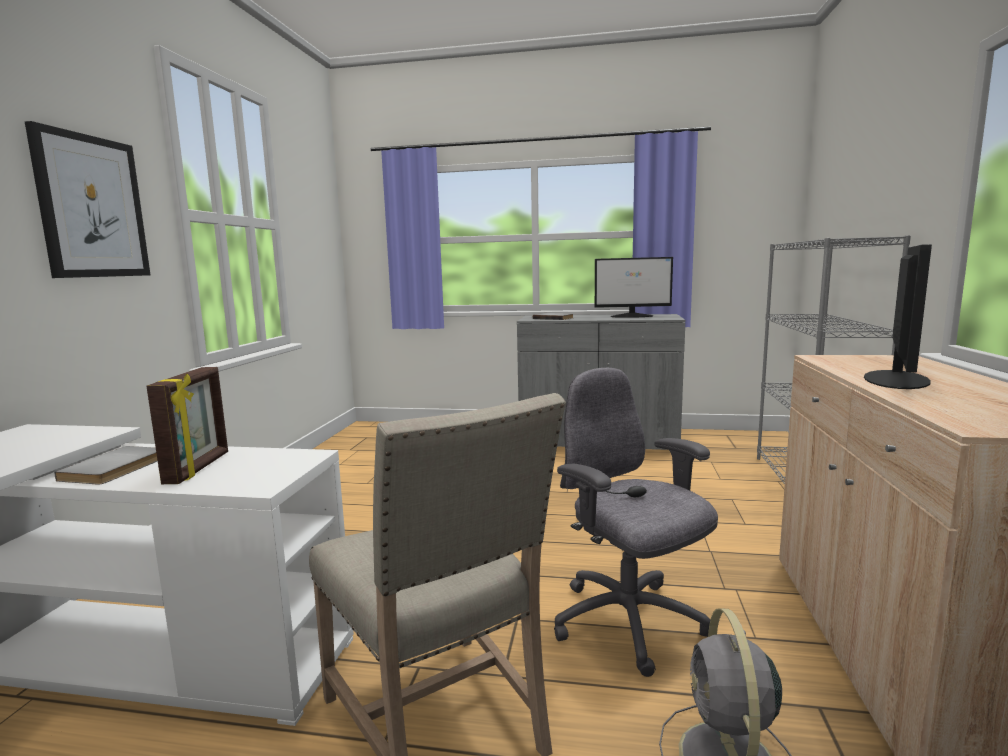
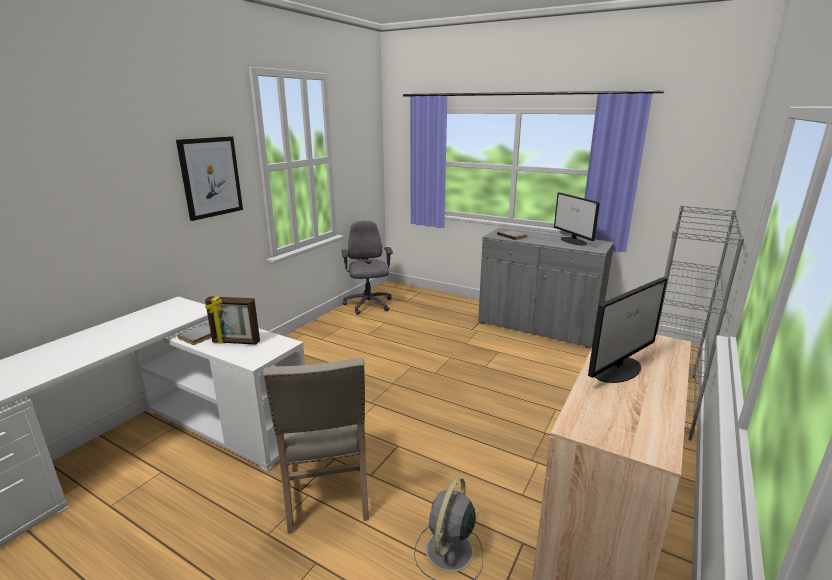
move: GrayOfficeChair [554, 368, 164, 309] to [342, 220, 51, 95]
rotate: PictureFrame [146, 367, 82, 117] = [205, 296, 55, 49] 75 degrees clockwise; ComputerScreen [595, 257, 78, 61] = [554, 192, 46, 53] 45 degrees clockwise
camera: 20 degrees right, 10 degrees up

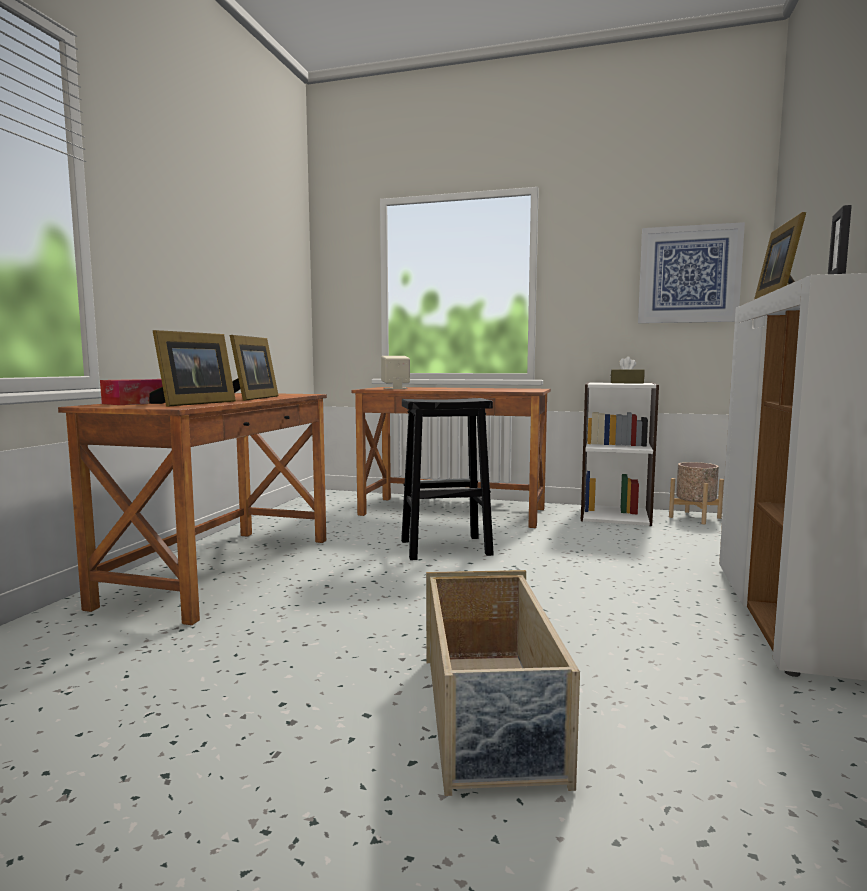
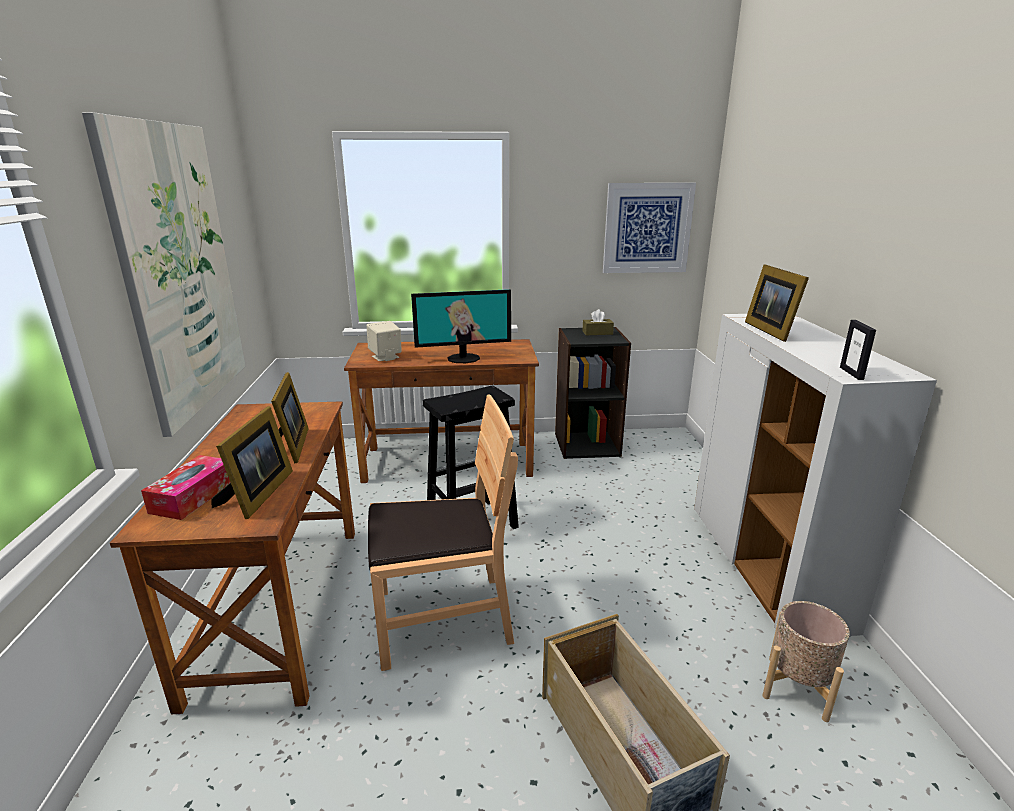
insert: WallArt [82, 112, 163, 325]; BrownishChair [368, 394, 150, 277]; ComputerScreen [411, 289, 100, 74]
move: SandColouredFlowerPot [669, 462, 55, 62] to [762, 601, 88, 121]
recolor: WhiteBookcase [581, 382, 78, 144] to BlackBookcase [555, 327, 76, 132]
camera: 20 degrees left, 15 degrees up

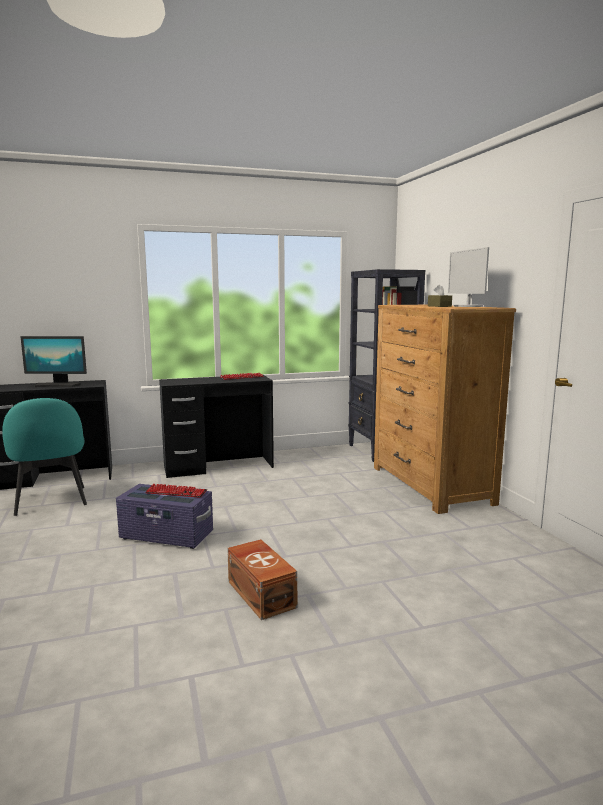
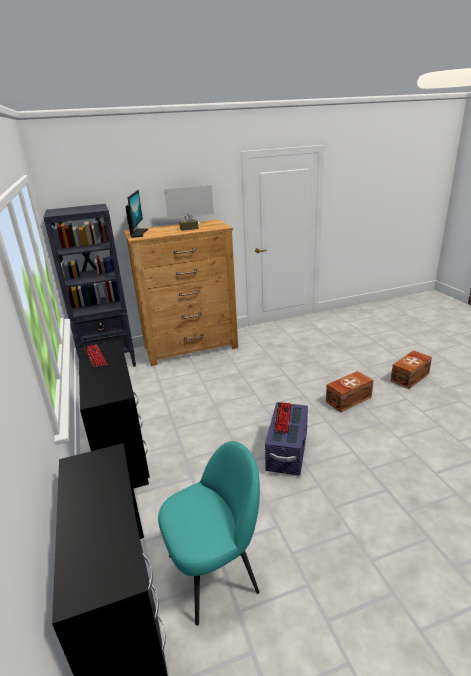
insert: BrownishStorageBox [390, 350, 42, 39]
move: ComputerScreen [20, 336, 67, 51] to [125, 190, 23, 48]
camera: 90 degrees left, 15 degrees up

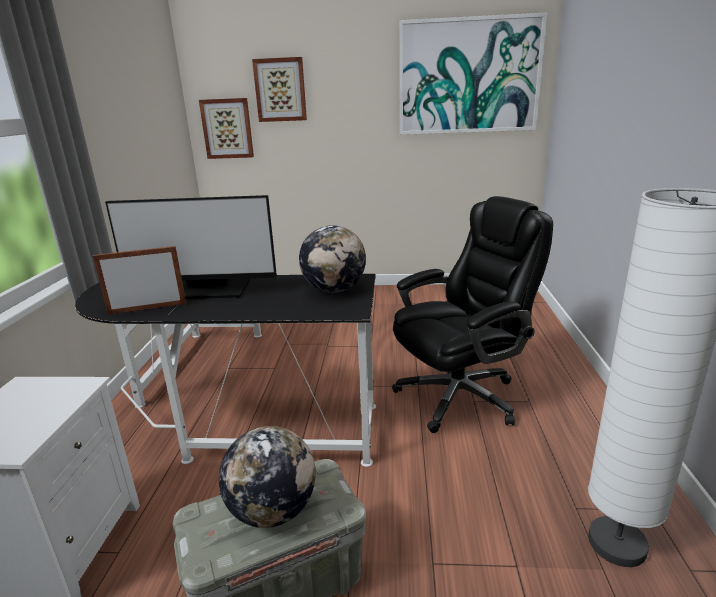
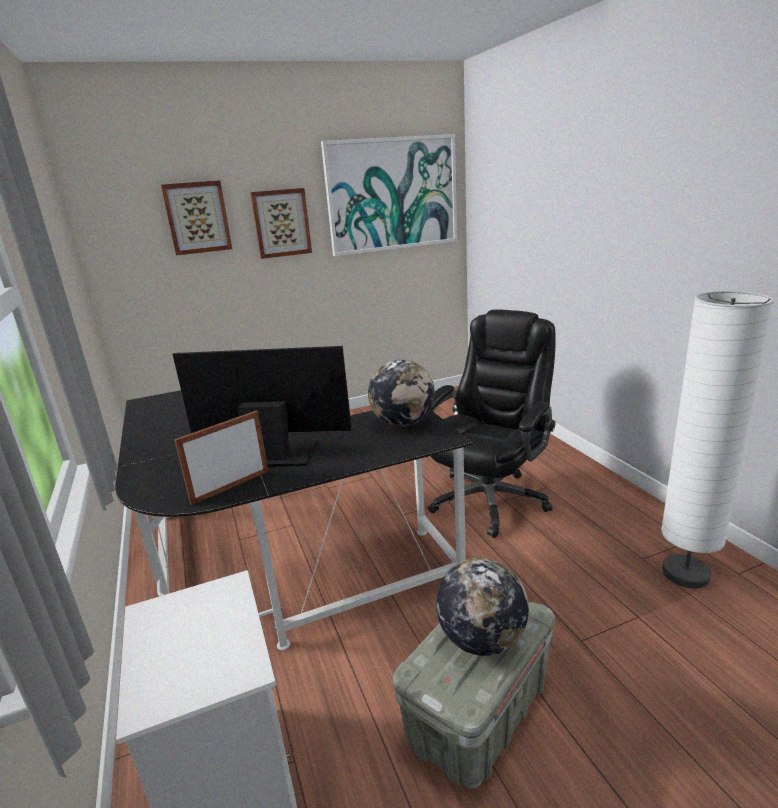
move: WallArt [199, 98, 55, 61] to [250, 188, 62, 71]
rotate: ComputerScreen [105, 195, 172, 104] = [173, 346, 179, 121] 150 degrees counterclockwise
camera: 25 degrees left, 0 degrees up

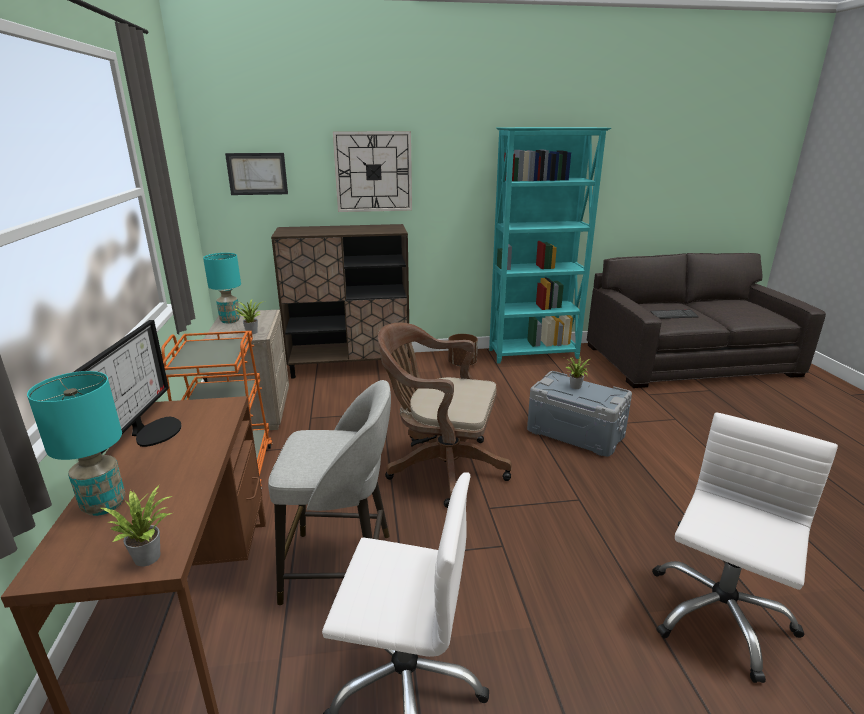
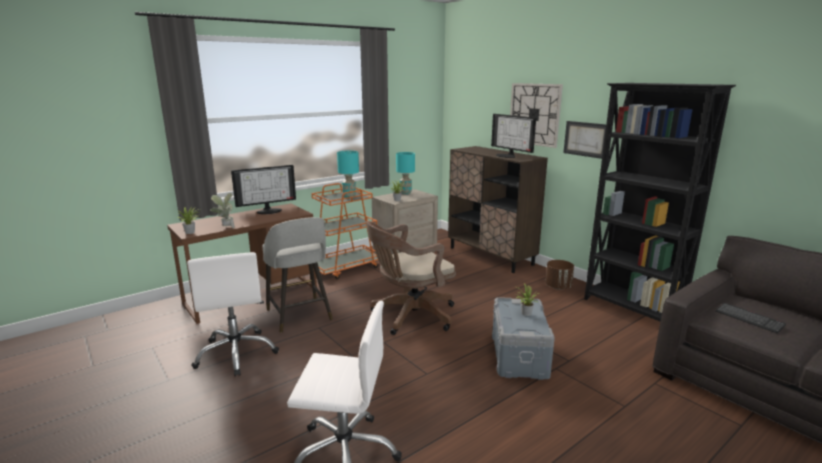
insert: Houseplant [210, 193, 25, 35]; ComputerScreen [491, 114, 45, 44]
move: TurquoiseLampForATable [27, 371, 98, 145] to [337, 151, 22, 47]; WallArt [225, 153, 63, 42] to [563, 121, 43, 38]
recolor: TurquoiseBookcase [489, 127, 122, 237] to BlackBookcase [584, 83, 152, 238]
rotate: BrownishOfficeChair [378, 323, 134, 185] = [366, 221, 90, 114] 105 degrees counterclockwise
camera: 60 degrees right, 5 degrees down

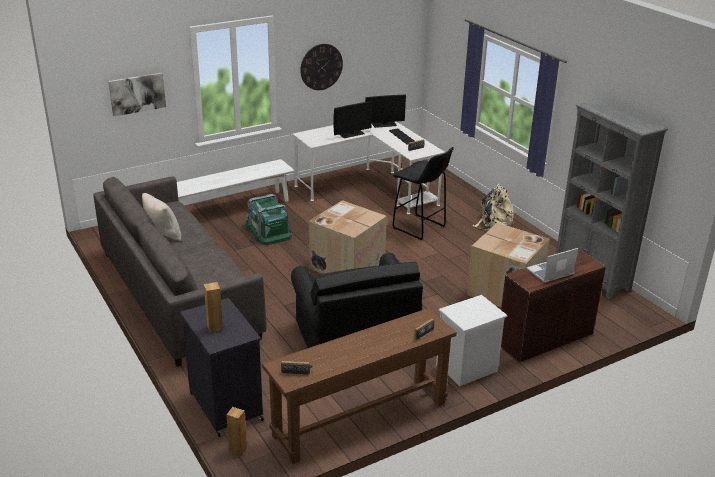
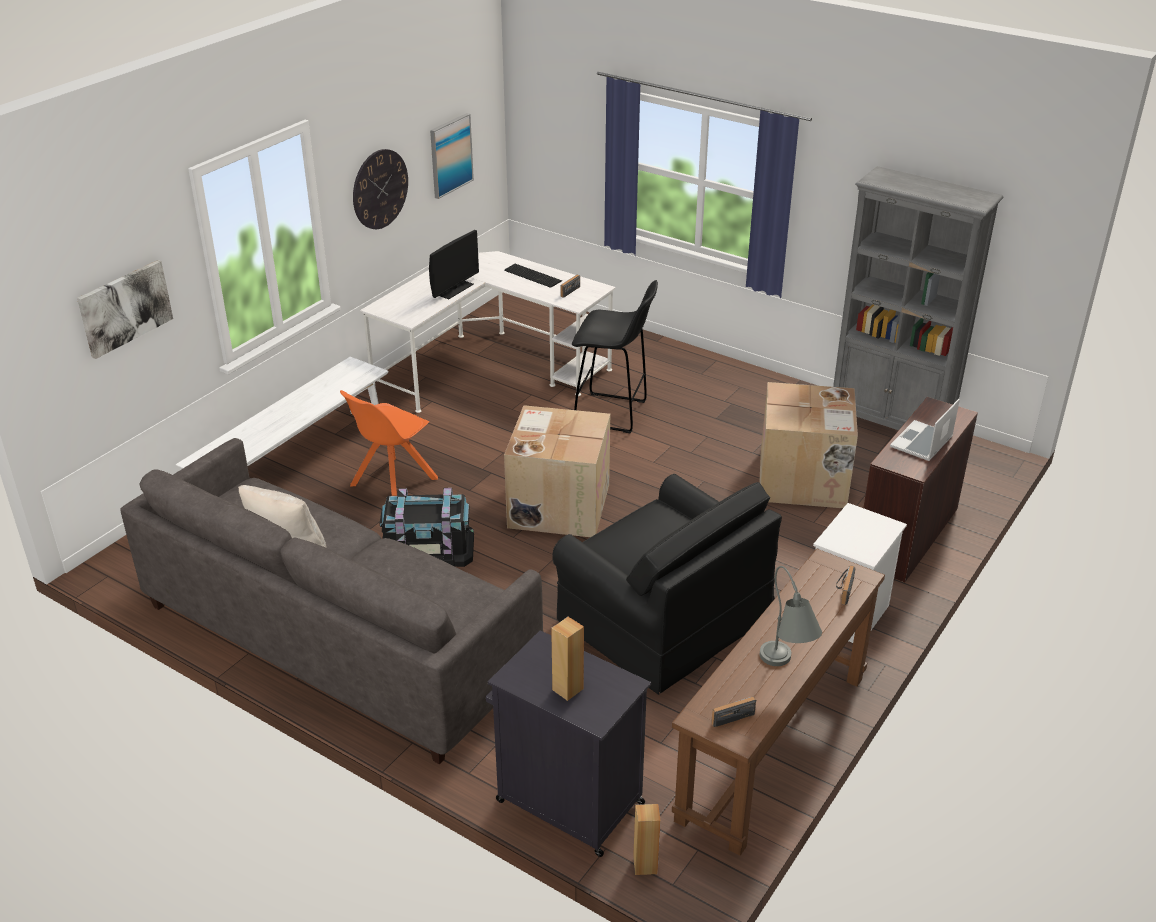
delete: ComputerScreen [365, 95, 41, 33]; SandColouredRucksack [472, 184, 42, 47]
insert: BlackStorageBox [380, 488, 94, 79]; WallArt [430, 113, 44, 86]; GrayLampForATable [760, 566, 62, 100]
replace: GreenStorageBox [245, 194, 47, 51] to OrangeColouredChair [340, 390, 98, 106]
camera: 25 degrees left, 5 degrees up

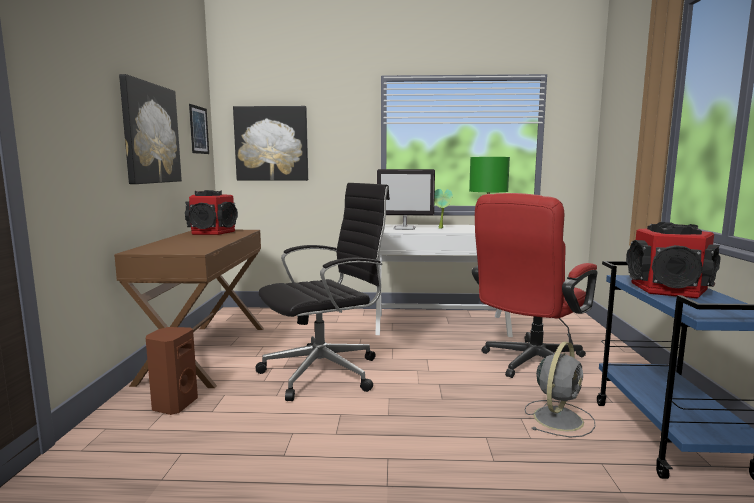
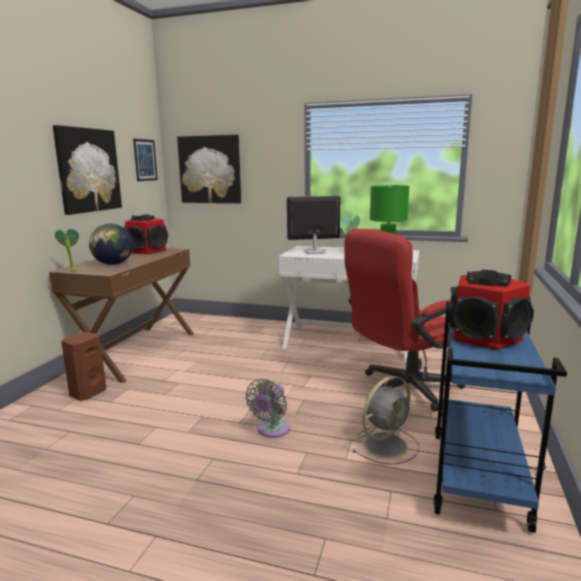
delete: BlackOfficeChair [256, 183, 134, 218]
insert: Houseplant [55, 229, 24, 43]; DeskGlobe [89, 224, 44, 41]; GrayElectricFan [245, 379, 45, 59]
rotate: ComputerScreen [377, 169, 58, 61] = [287, 196, 53, 58] 150 degrees clockwise
camera: 15 degrees right, 5 degrees up

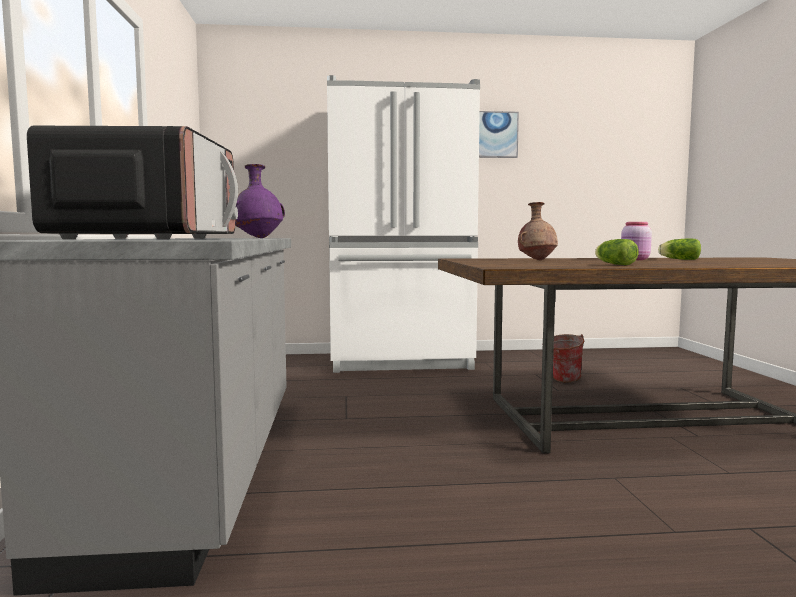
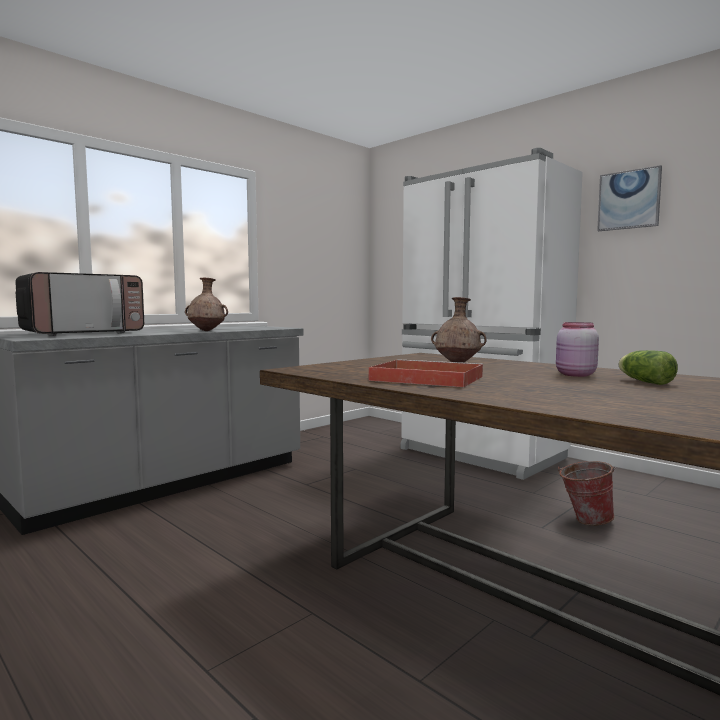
replace: Lettuce [595, 239, 44, 26] to RedColouredTray [369, 359, 114, 28]
recolor: PurpleFlowerVase [235, 164, 50, 74] to BrownishFlowerVase [185, 277, 43, 54]
camera: 50 degrees right, 0 degrees up

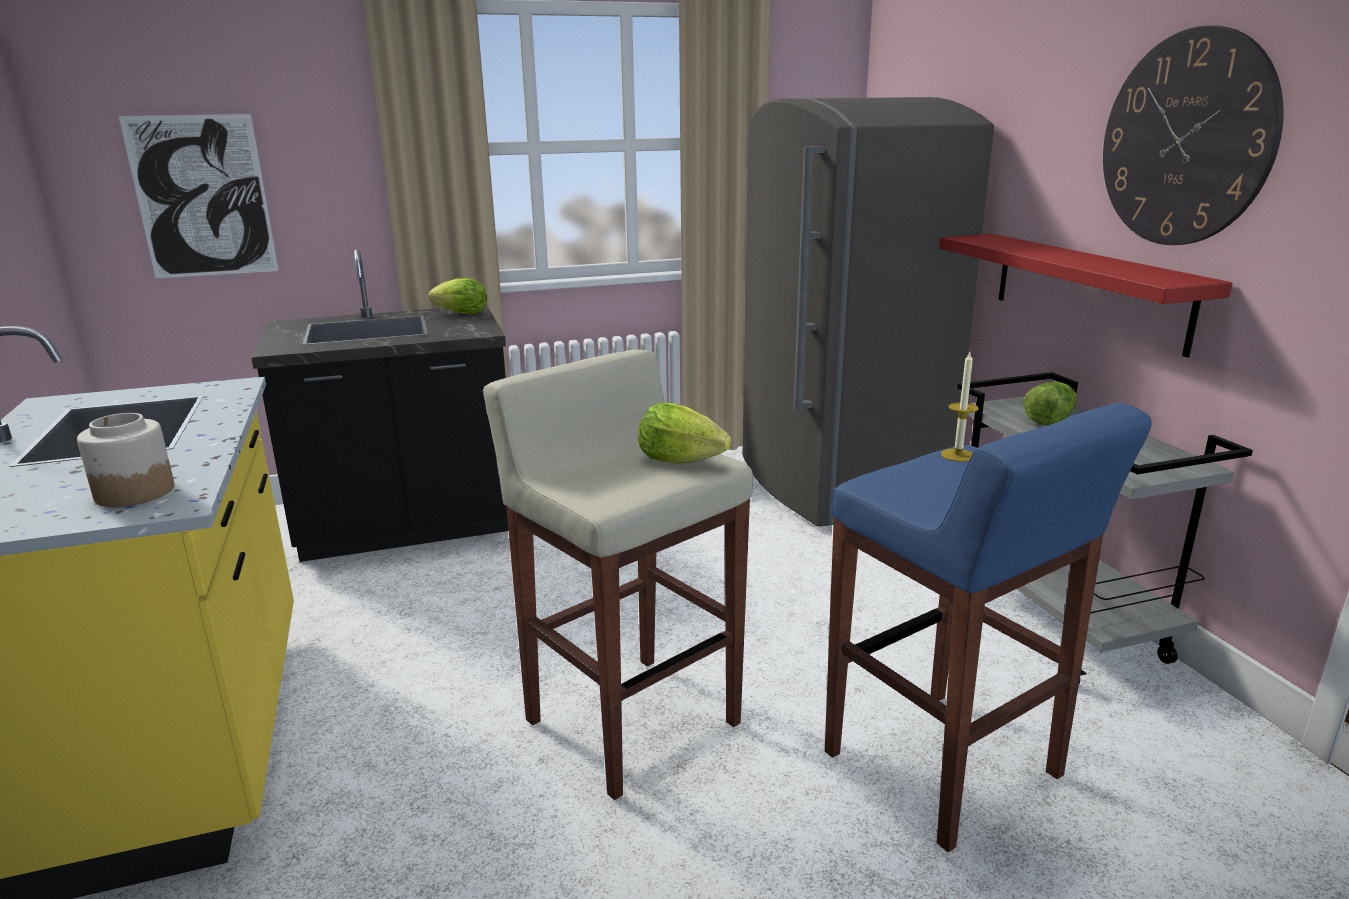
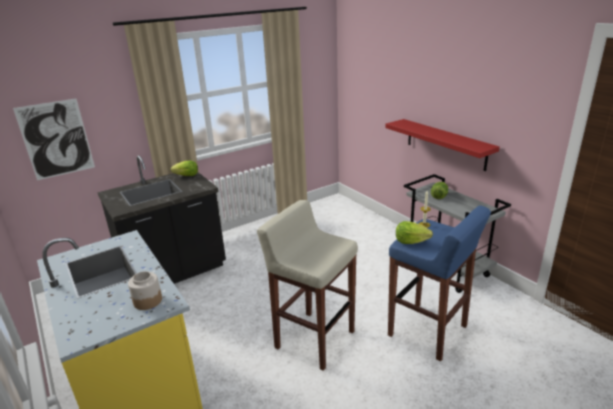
delete: GrayKitchenFridge [743, 97, 251, 430]; HangingClock [1103, 26, 181, 219]
move: Lettuce [638, 402, 93, 62] to [396, 221, 37, 23]
camera: 15 degrees left, 5 degrees up

